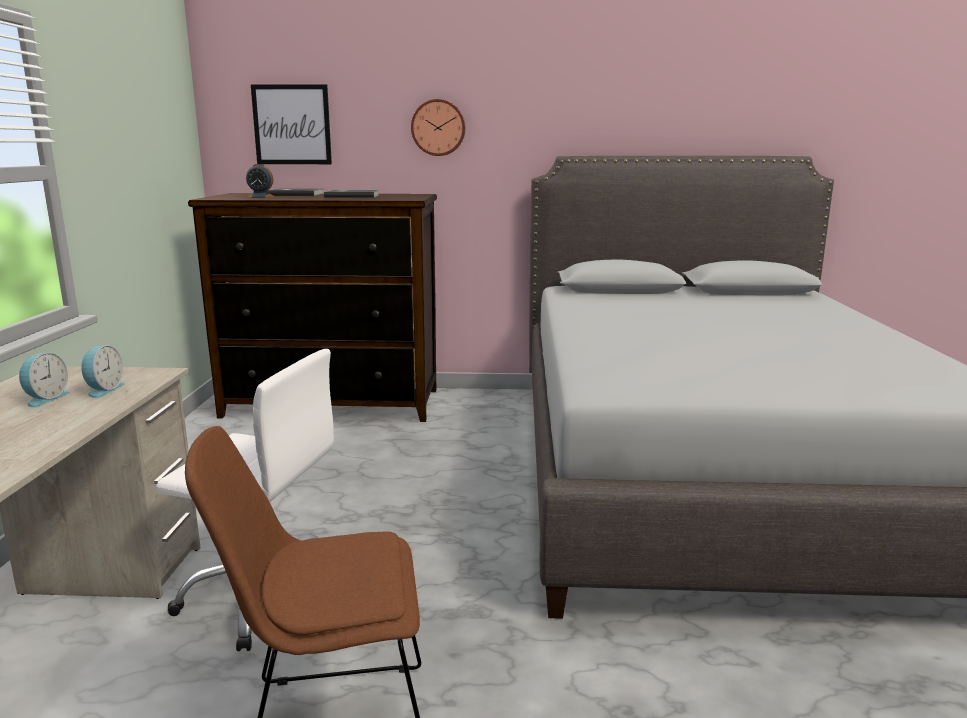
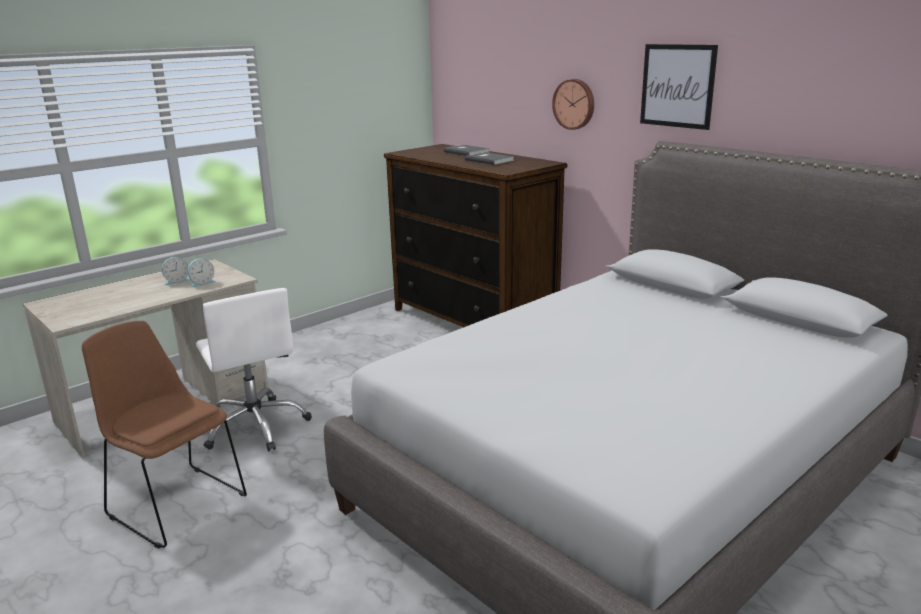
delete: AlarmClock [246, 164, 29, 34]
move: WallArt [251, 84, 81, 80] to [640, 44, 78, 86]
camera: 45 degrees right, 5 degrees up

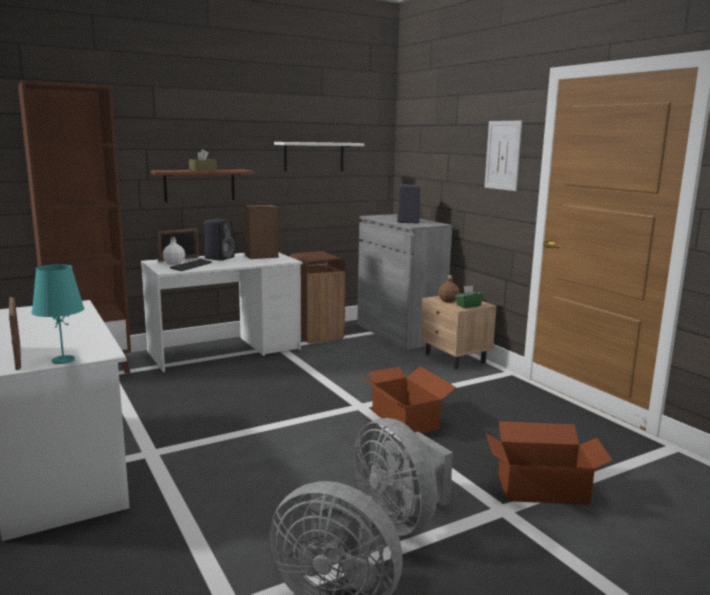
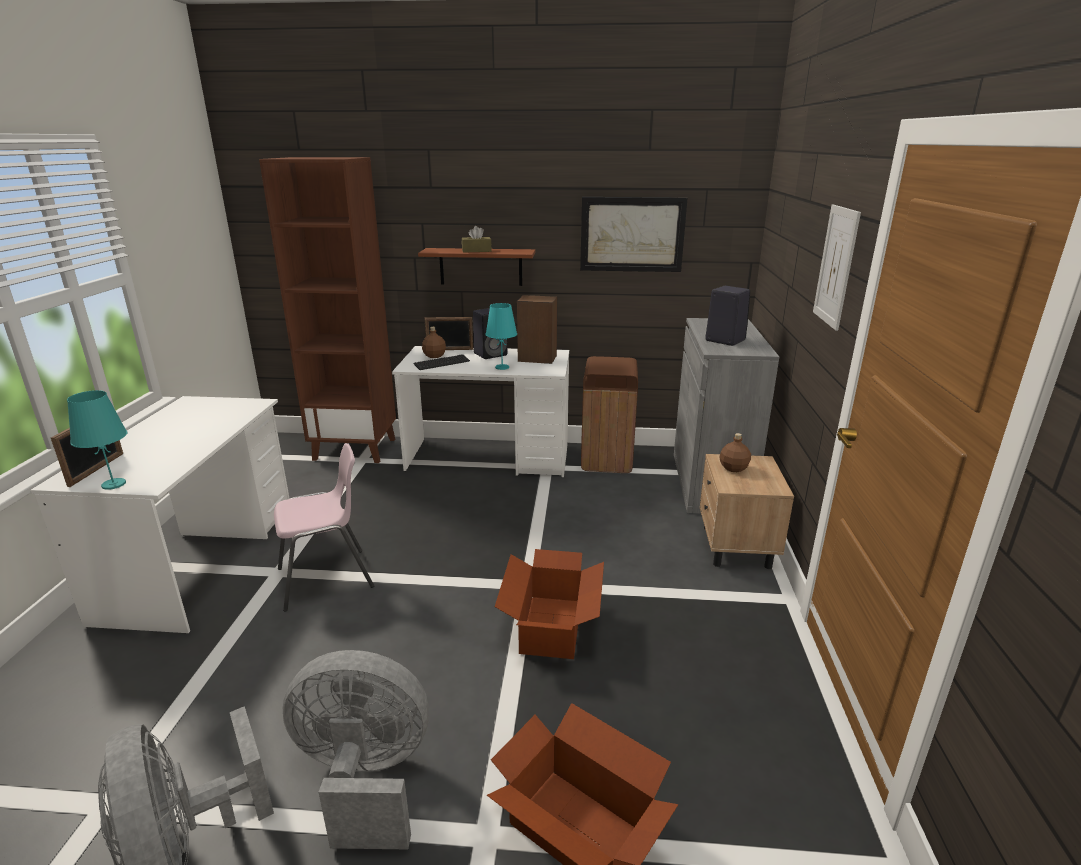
delete: GreenBoxOfTissues [455, 285, 29, 23]
insert: PinkChair [274, 443, 100, 169]; TurquoiseLampForATable [485, 303, 32, 67]
replace: WhiteBracketShelf [274, 142, 90, 30] to WallArt [580, 197, 108, 75]
recolor: WhiteBottle [163, 237, 22, 28] to BrownishBottle [422, 327, 24, 31]
rotate: GrayElectricFan [354, 418, 99, 118] = [283, 650, 146, 199] 90 degrees clockwise
camera: 35 degrees right, 10 degrees up

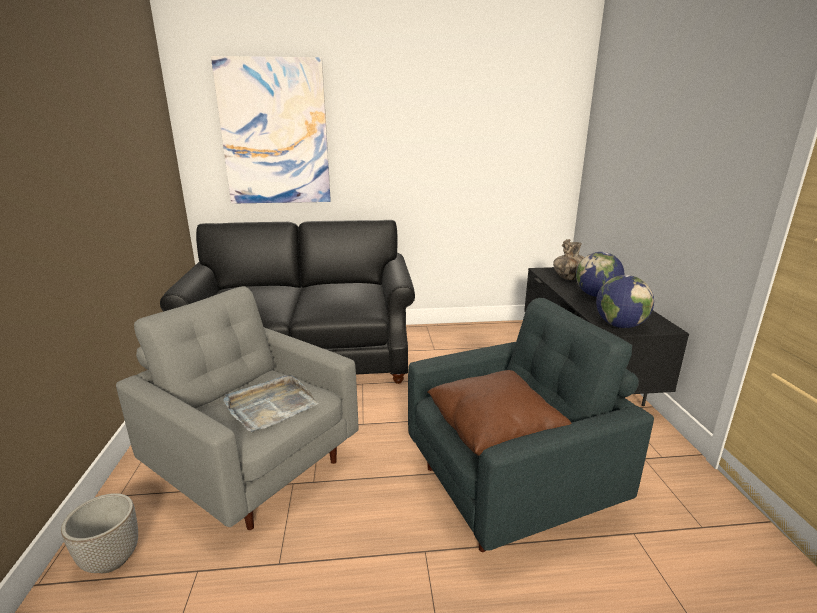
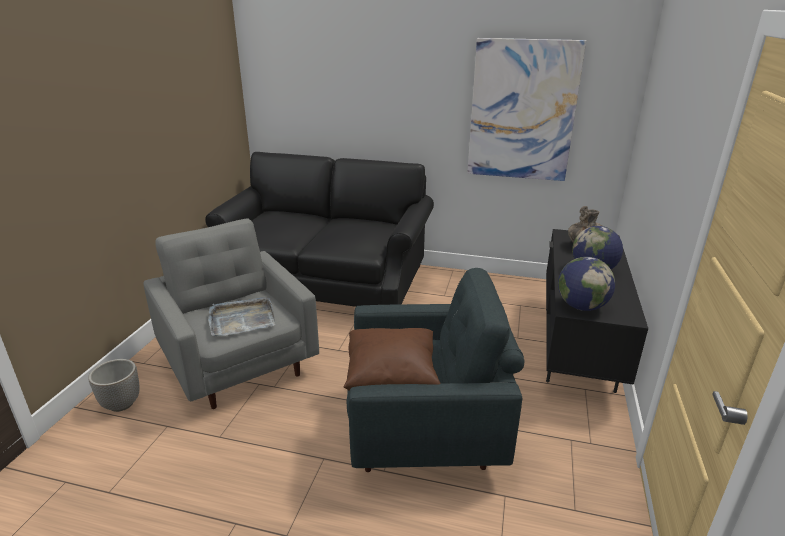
move: WallArt [211, 56, 120, 148] to [467, 38, 119, 143]
camera: 20 degrees right, 5 degrees up

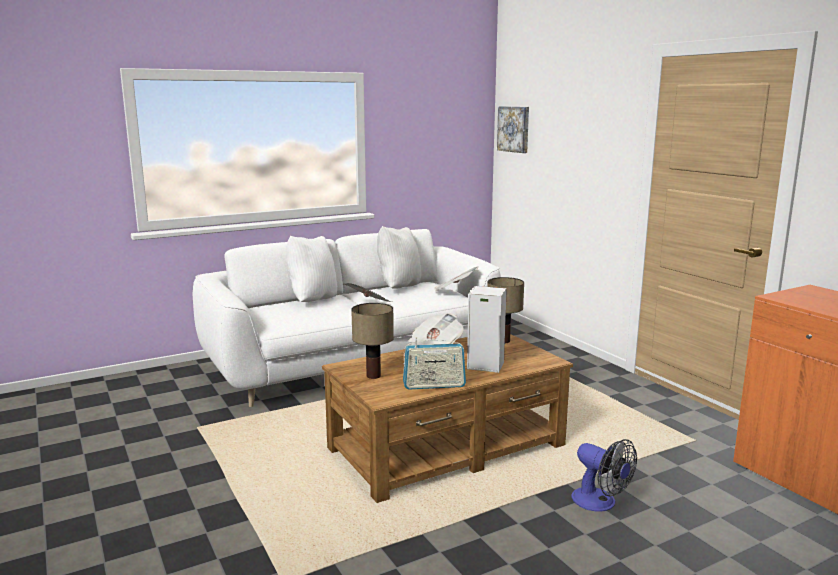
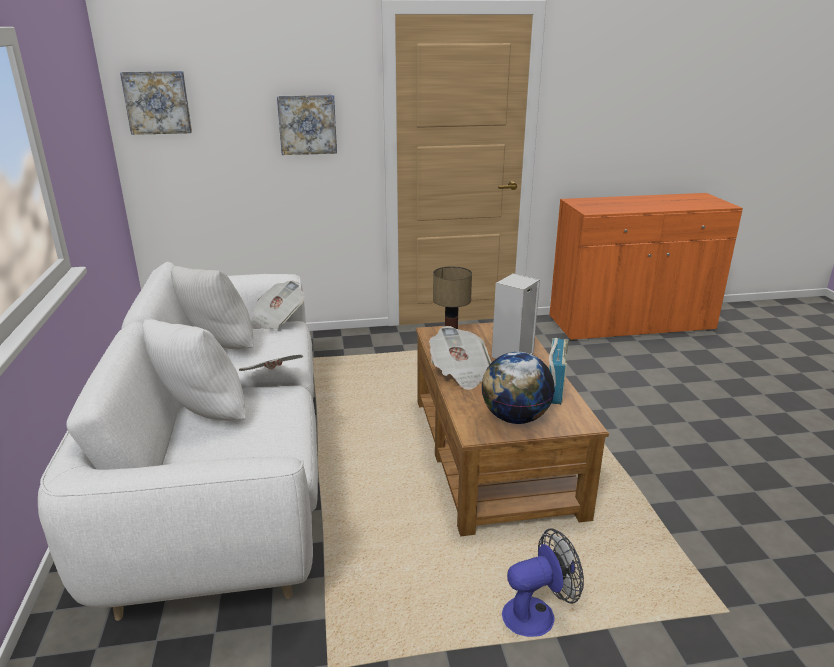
insert: WallArt [277, 95, 60, 60]
move: ElectricFan [571, 439, 66, 73] to [502, 528, 82, 109]
replace: LampForATable [351, 303, 43, 76] to DeskGlobe [481, 352, 74, 72]
camera: 70 degrees left, 10 degrees up

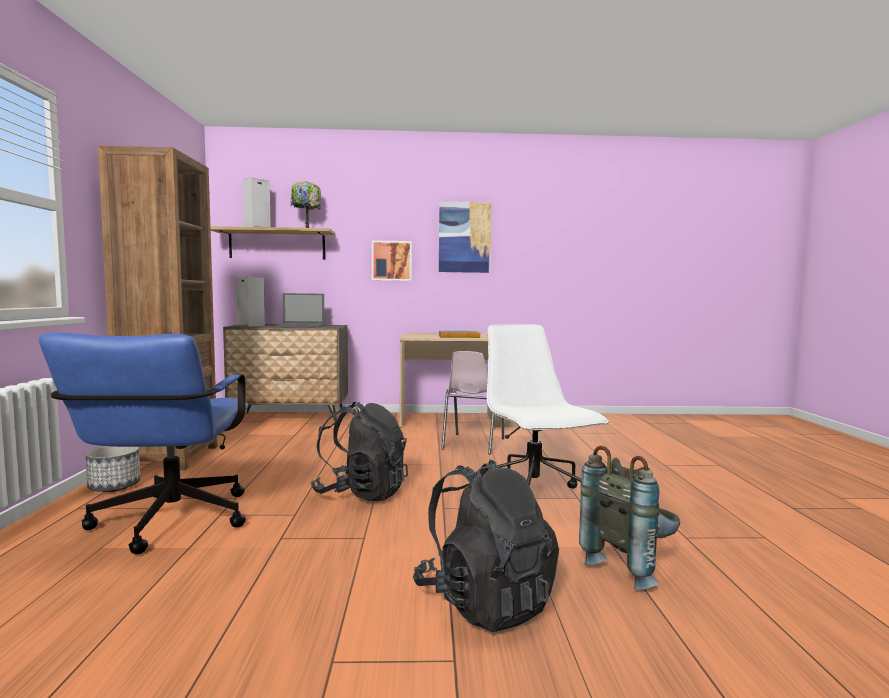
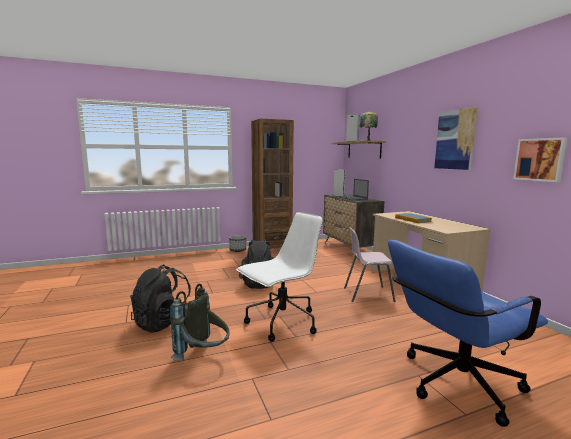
move: BluishOfficeChair [39, 333, 209, 221] to [388, 240, 160, 187]; WallArt [372, 240, 40, 41] to [513, 138, 54, 44]
camera: 70 degrees right, 5 degrees up

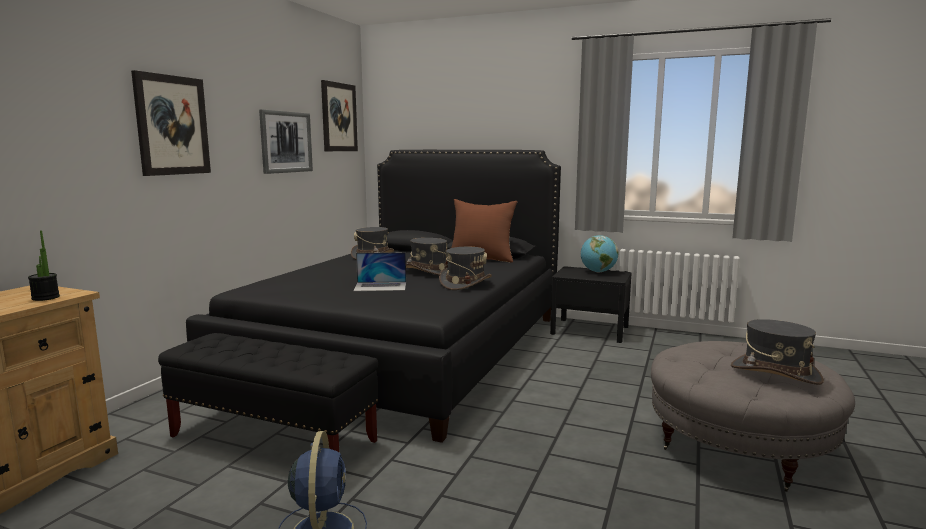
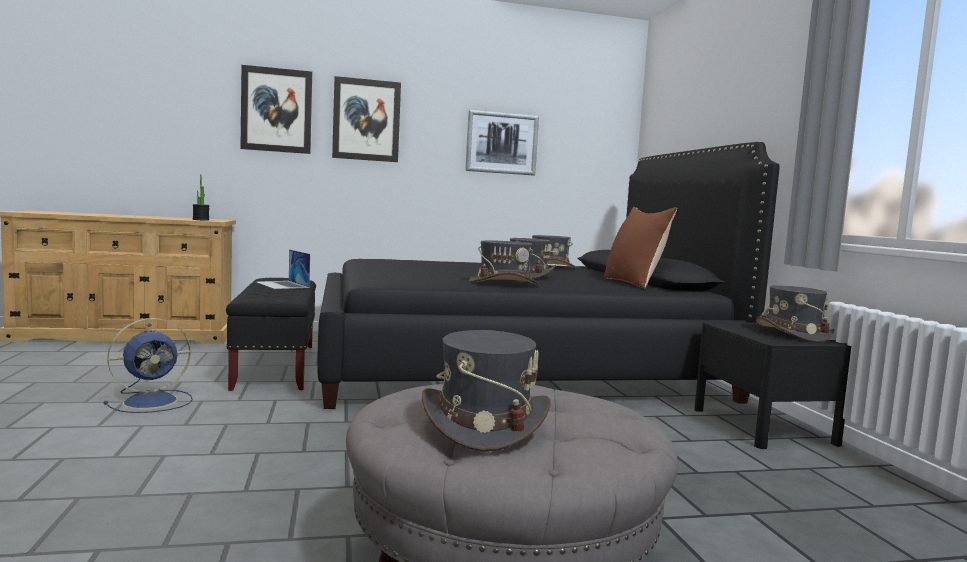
move: WallArt [321, 80, 37, 71] to [240, 65, 72, 89]; Laptop [353, 252, 53, 39] to [256, 249, 54, 40]
replace: DeskGlobe [581, 235, 38, 37] to GrayHat [756, 285, 78, 57]
camera: 55 degrees right, 5 degrees down

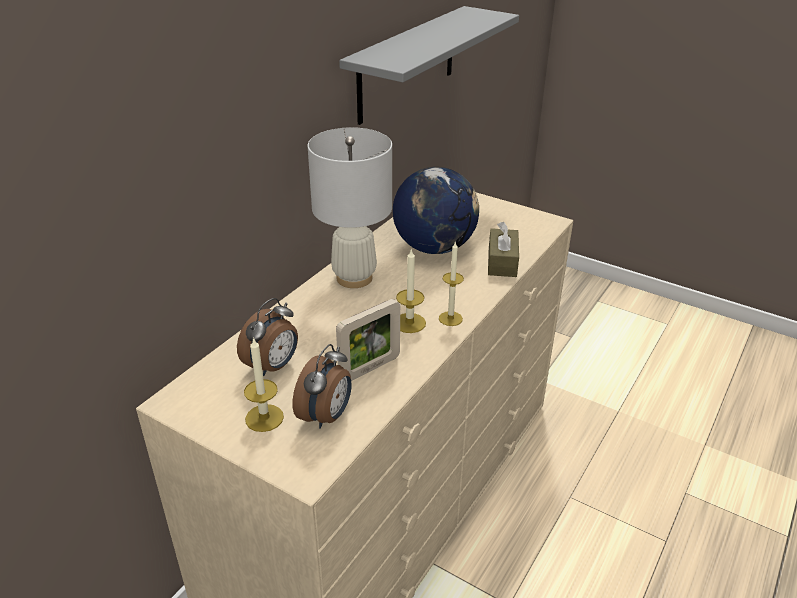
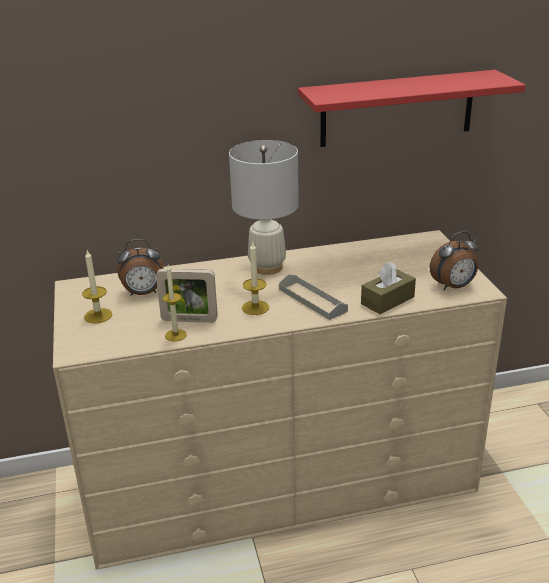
delete: DeskGlobe [393, 167, 86, 87]
insert: GrayTray [279, 275, 69, 45]
move: AlarmClock [292, 344, 60, 85] to [430, 231, 49, 59]; WaxLight [439, 241, 25, 85] to [162, 265, 25, 77]
recolor: GrayBracketShelf [339, 6, 180, 119] to RedColouredBracketShelf [298, 70, 228, 77]
camera: 45 degrees right, 5 degrees down

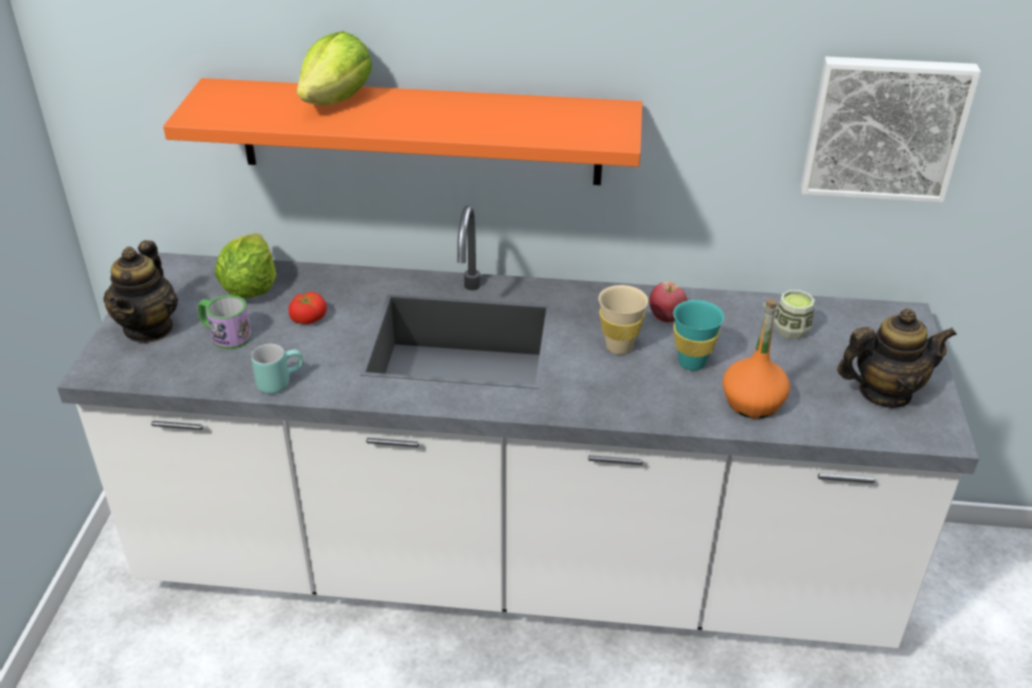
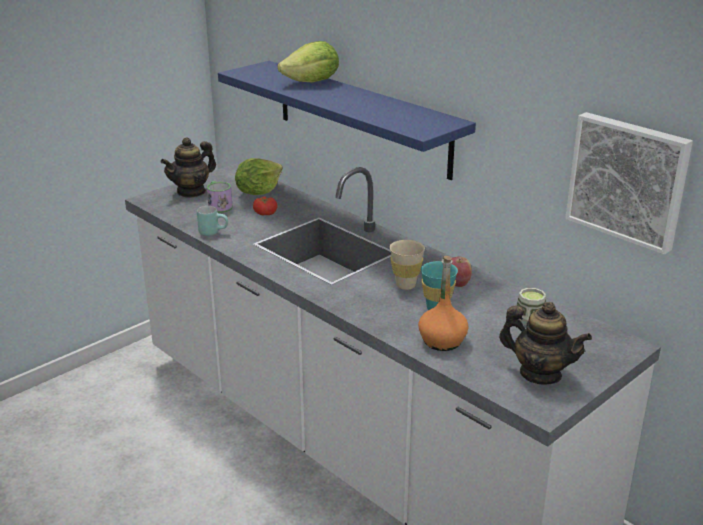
recolor: OrangeColouredBracketShelf [163, 78, 479, 107] to BluishBracketShelf [218, 61, 258, 119]
camera: 40 degrees right, 10 degrees down

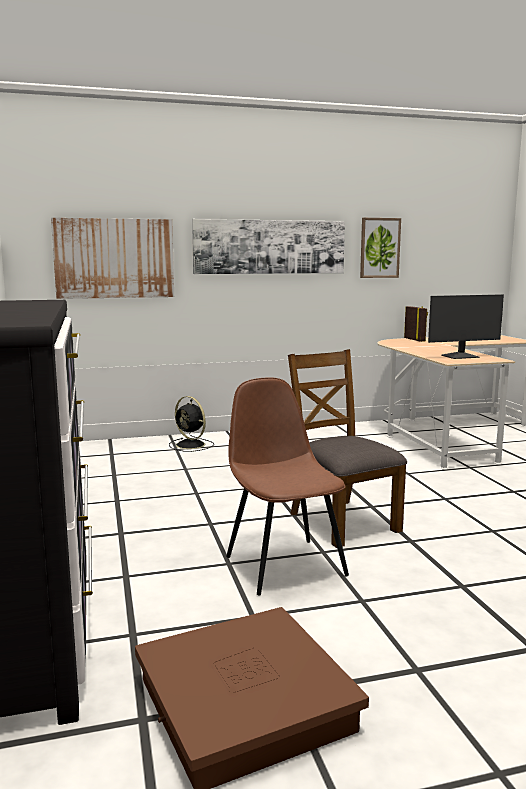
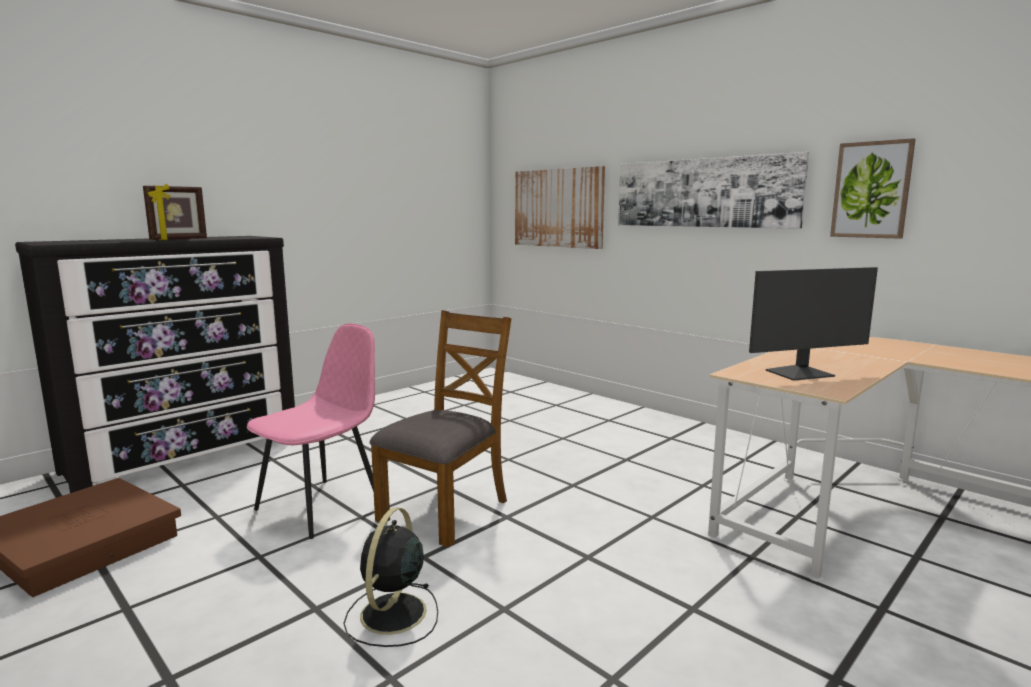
move: BlackElectricFan [169, 396, 45, 56] to [344, 508, 94, 139]; PictureFrame [404, 306, 24, 36] to [143, 184, 64, 56]
recolor: BrownishChair [226, 377, 123, 218] to PinkChair [247, 323, 128, 216]
rotate: ComputerScreen [428, 294, 76, 65] = [749, 267, 129, 114] 60 degrees counterclockwise
camera: 60 degrees right, 0 degrees up

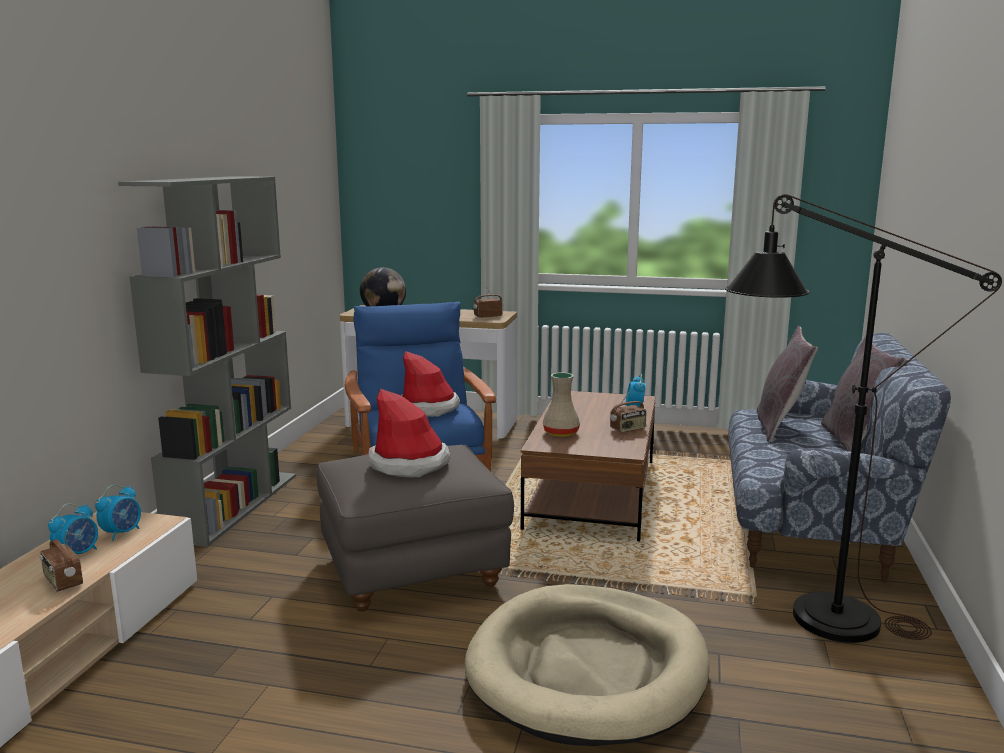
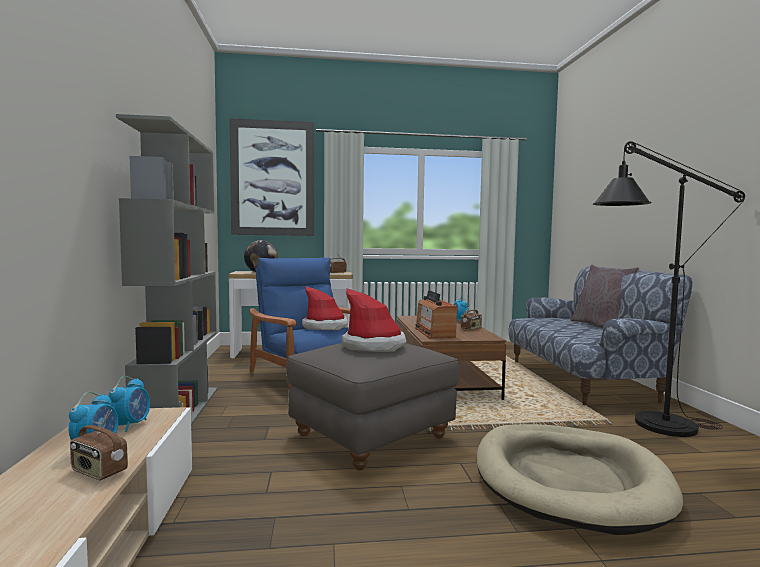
delete: GrayPillow [757, 326, 61, 116]
insert: WallArt [229, 118, 85, 118]
replace: SandColouredFlowerVase [543, 373, 37, 64] to RadioReceiver [415, 290, 42, 49]
camera: 20 degrees left, 10 degrees down

